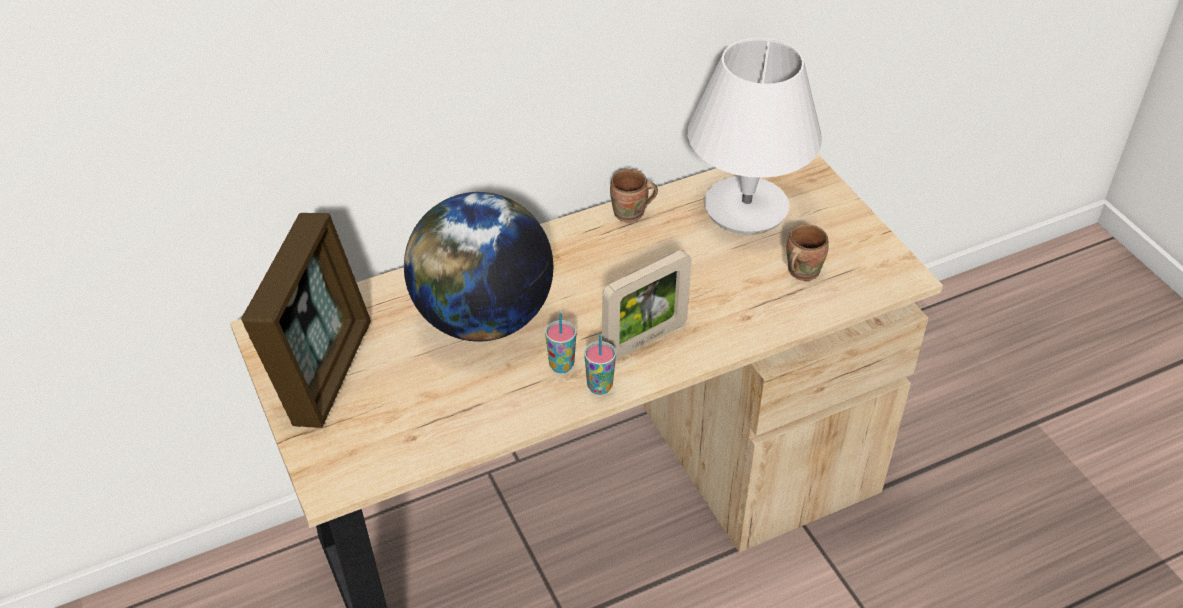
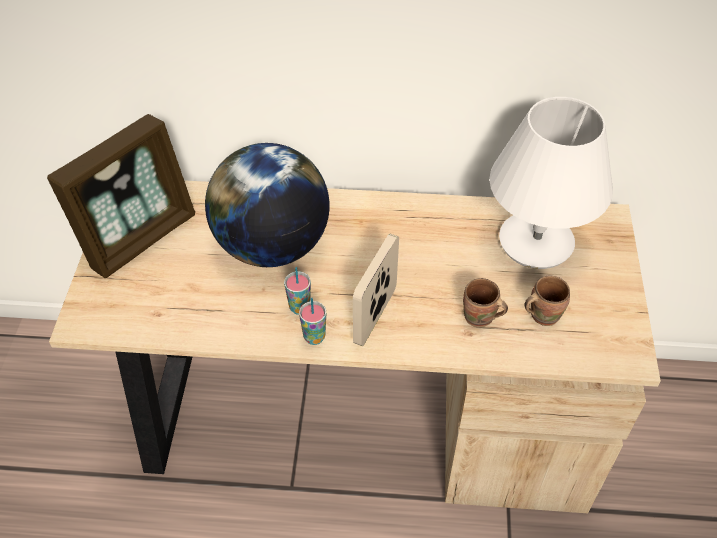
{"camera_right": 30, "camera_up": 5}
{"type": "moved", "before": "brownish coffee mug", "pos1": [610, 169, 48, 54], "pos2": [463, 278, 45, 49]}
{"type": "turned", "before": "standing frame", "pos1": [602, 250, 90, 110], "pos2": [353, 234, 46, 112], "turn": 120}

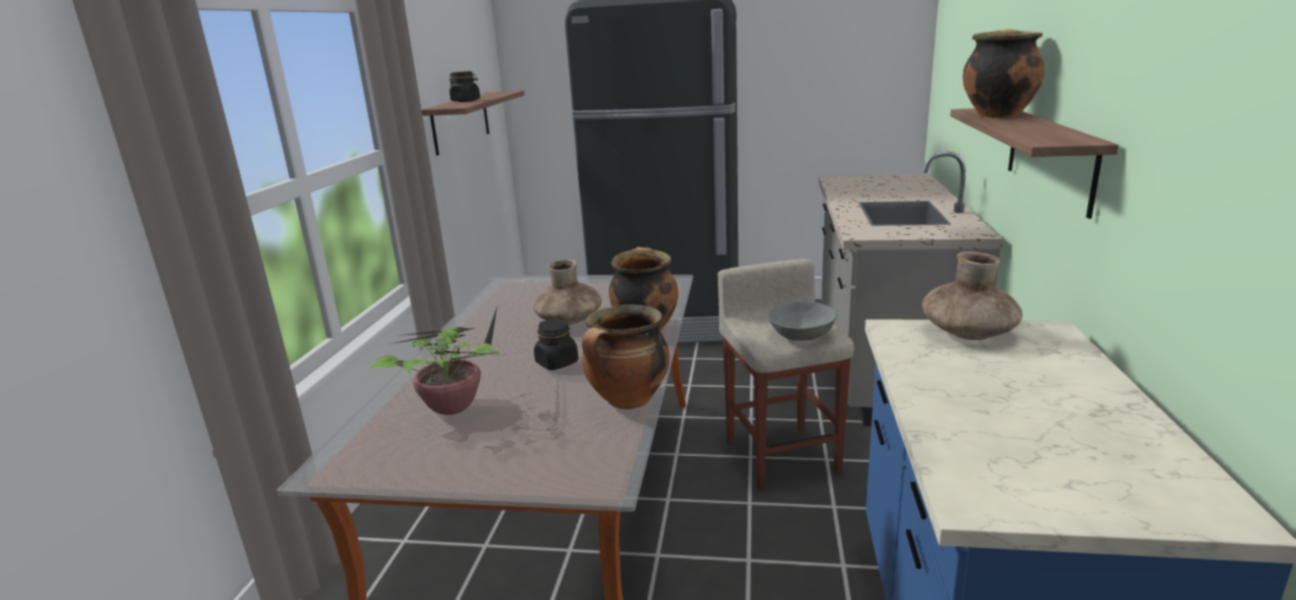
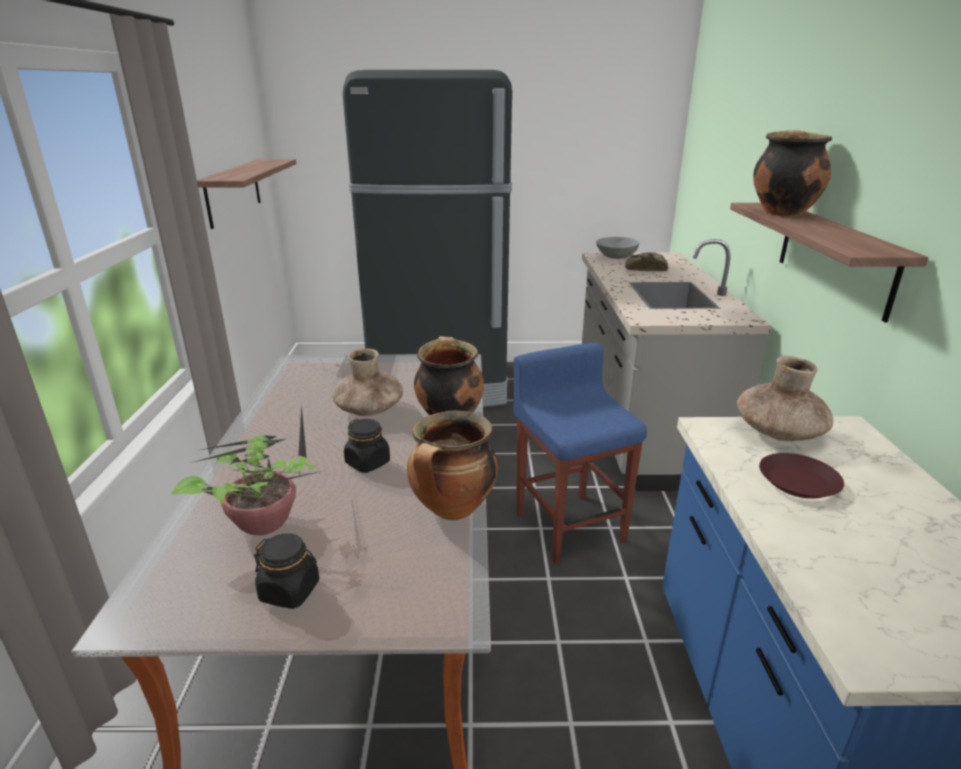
{"camera_right": -10, "camera_up": 5}
{"type": "moved", "before": "blackish preserve jar", "pos1": [449, 71, 31, 31], "pos2": [254, 533, 65, 76]}
{"type": "recoloured", "before": "sand-coloured sitting stool", "after": "blue sitting stool", "pos1": [718, 259, 136, 231], "pos2": [513, 343, 134, 221]}
{"type": "moved", "before": "gray serving bowl", "pos1": [768, 301, 68, 40], "pos2": [596, 237, 43, 22]}
{"type": "added", "after": "bread", "pos2": [625, 252, 43, 19]}
{"type": "added", "after": "brownish dinner plate", "pos2": [759, 453, 85, 46]}

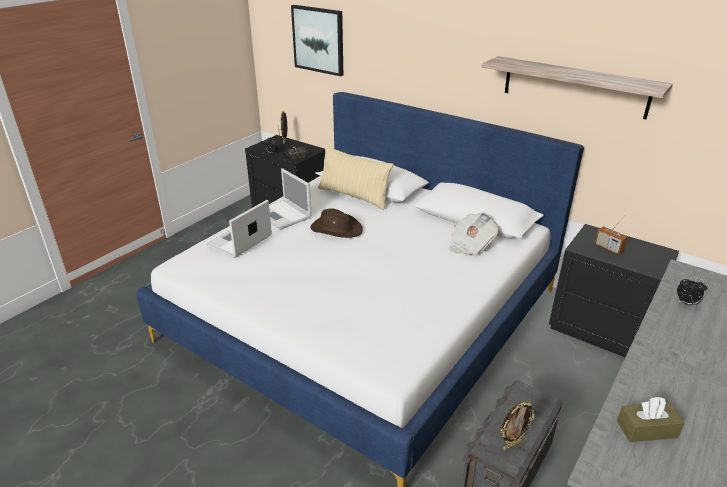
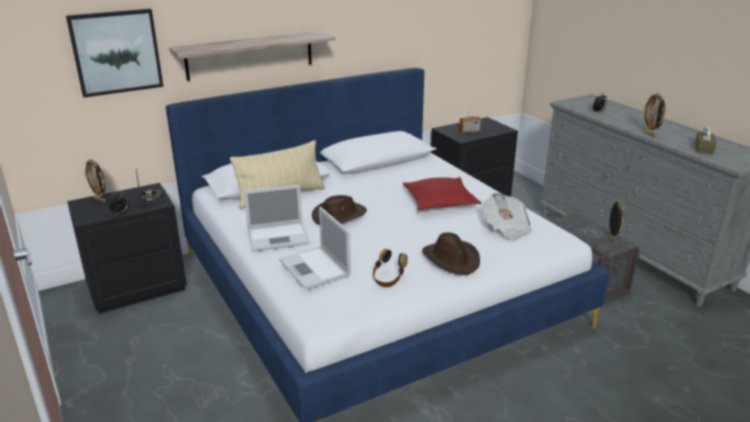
{"camera_right": -65, "camera_up": -5}
{"type": "moved", "before": "shelf", "pos1": [481, 56, 192, 63], "pos2": [169, 31, 167, 50]}
{"type": "moved", "before": "printed paper", "pos1": [449, 213, 49, 43], "pos2": [483, 192, 49, 50]}
{"type": "added", "after": "standing frame", "pos2": [643, 92, 22, 45]}
{"type": "added", "after": "reddish pillow", "pos2": [403, 177, 78, 33]}
{"type": "added", "after": "brownish hat", "pos2": [422, 232, 58, 43]}
{"type": "added", "after": "pair of headphones", "pos2": [373, 249, 35, 38]}

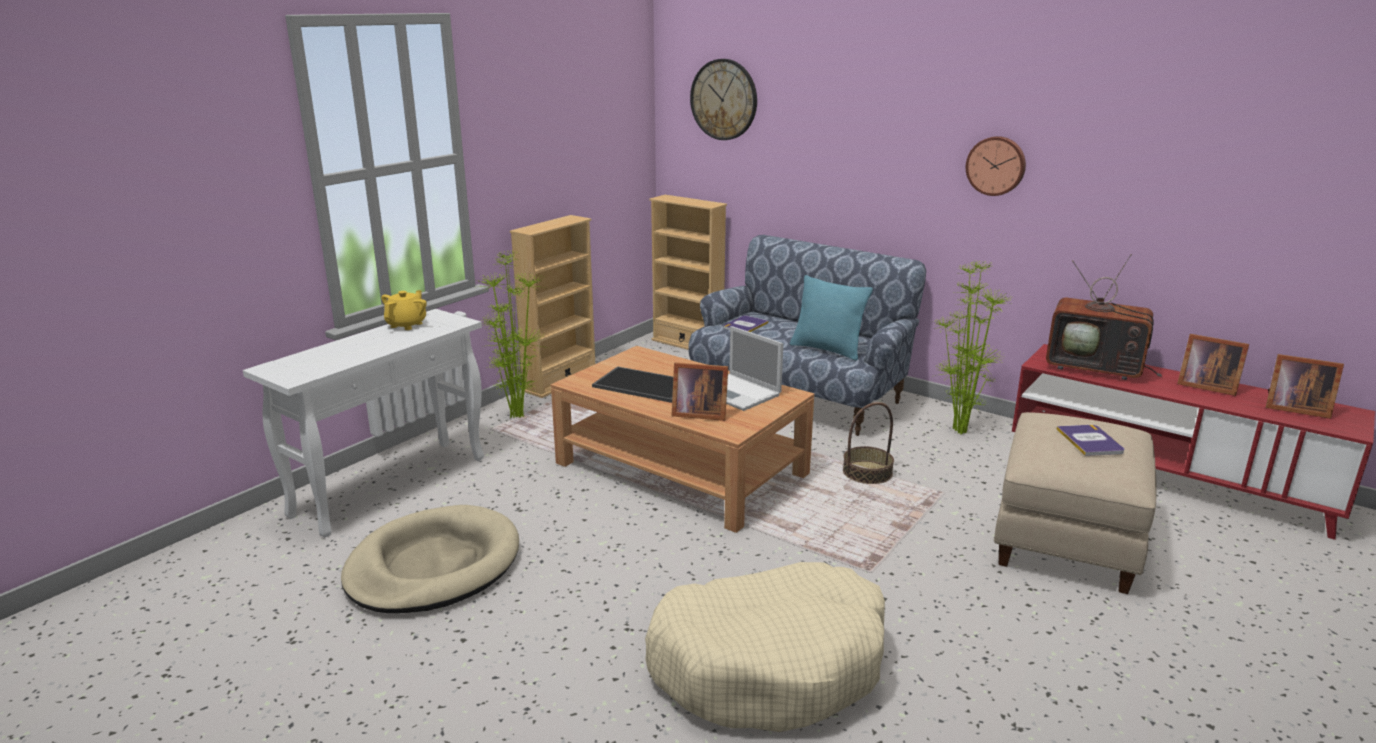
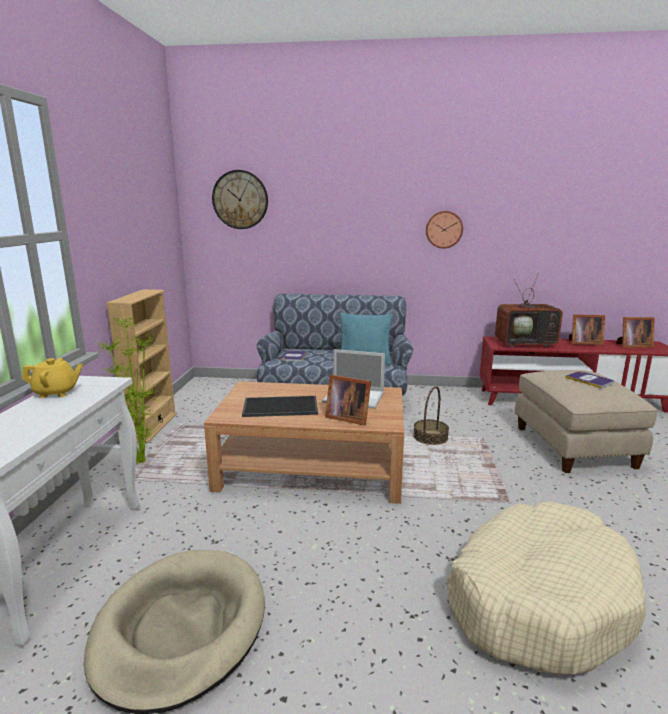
{"camera_right": -30, "camera_up": -5}
{"type": "removed", "before": "sand-coloured bookcase", "pos1": [649, 195, 78, 155]}
{"type": "removed", "before": "potted plant", "pos1": [934, 261, 78, 173]}
{"type": "turned", "before": "yellow teapot", "pos1": [381, 290, 46, 40], "pos2": [22, 358, 61, 40], "turn": 90}
{"type": "turned", "before": "standing frame", "pos1": [671, 362, 57, 59], "pos2": [325, 375, 46, 51], "turn": 45}

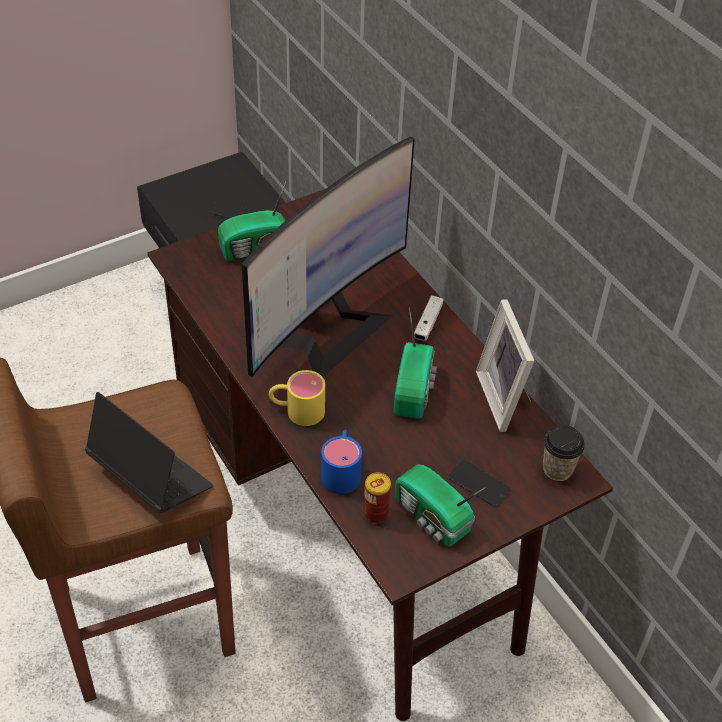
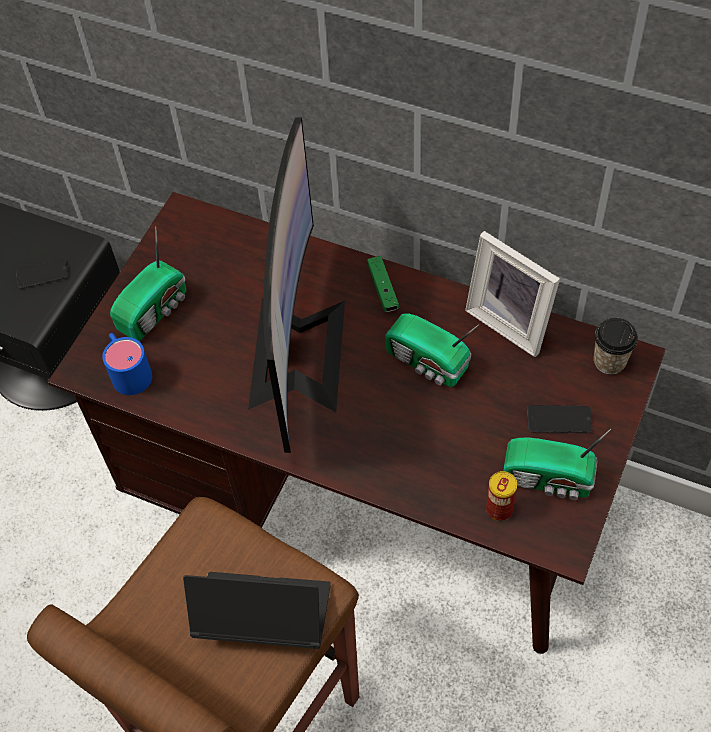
{"camera_right": -30, "camera_up": 10}
{"type": "recoloured", "before": "whitish joypad", "after": "greenish joypad", "pos1": [414, 295, 30, 46], "pos2": [367, 256, 32, 56]}
{"type": "turned", "before": "radio", "pos1": [394, 307, 43, 112], "pos2": [385, 313, 94, 74], "turn": 150}
{"type": "removed", "before": "yellow coffee mug", "pos1": [269, 370, 56, 56]}
{"type": "moved", "before": "blue coffee mug", "pos1": [321, 430, 41, 64], "pos2": [102, 333, 50, 62]}

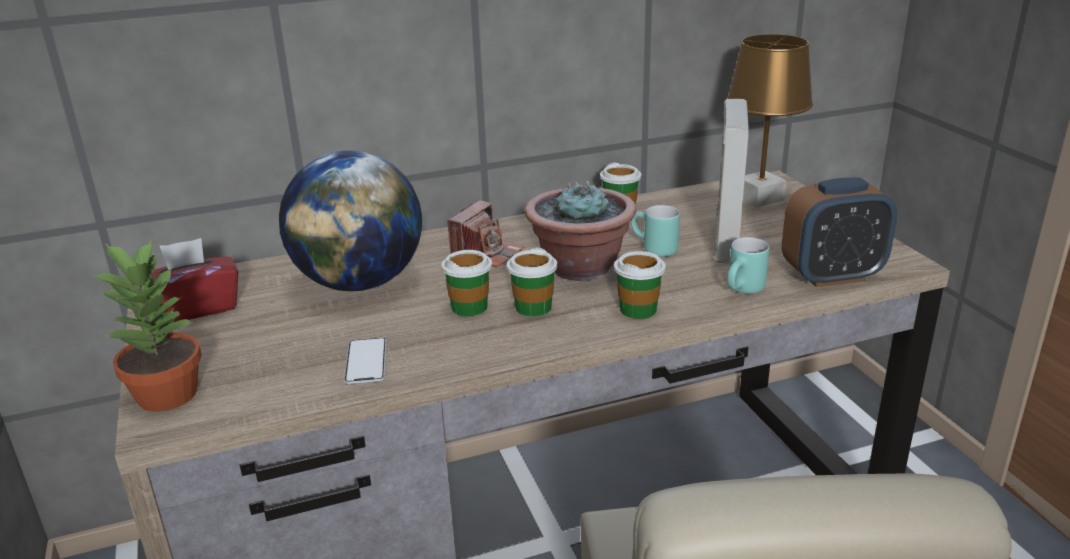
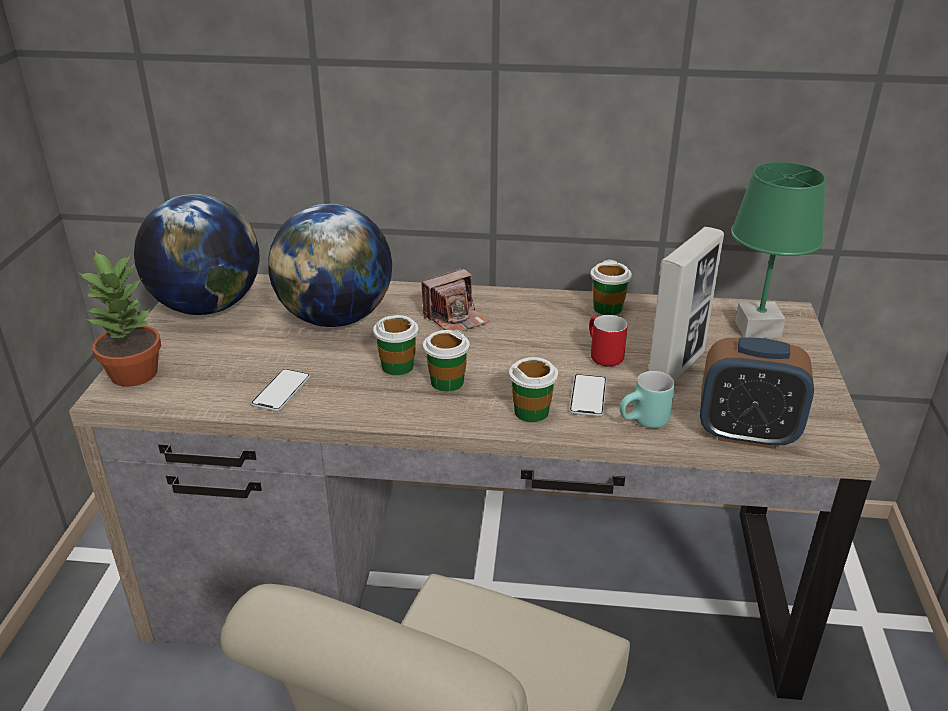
{"camera_right": 25, "camera_up": 5}
{"type": "recoloured", "before": "brownish lamp for a table", "after": "greenish lamp for a table", "pos1": [727, 34, 86, 174], "pos2": [731, 162, 95, 176]}
{"type": "removed", "before": "potted plant", "pos1": [525, 181, 111, 100]}
{"type": "recoloured", "before": "turquoise-coloured coffee mug", "after": "reddish coffee mug", "pos1": [631, 205, 49, 52], "pos2": [589, 315, 39, 52]}
{"type": "replaced", "before": "reddish box of tissues", "after": "globe", "pos1": [151, 238, 87, 84], "pos2": [134, 194, 126, 121]}
{"type": "added", "after": "phone", "pos2": [569, 374, 38, 43]}

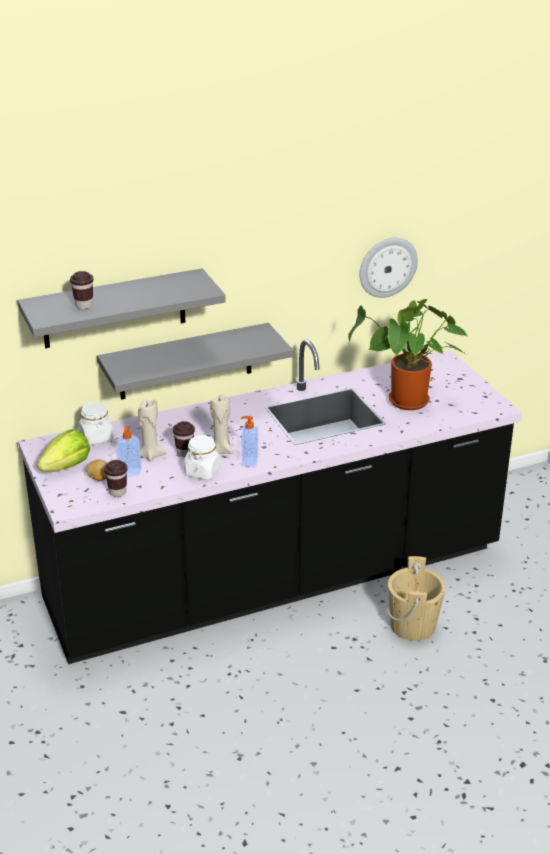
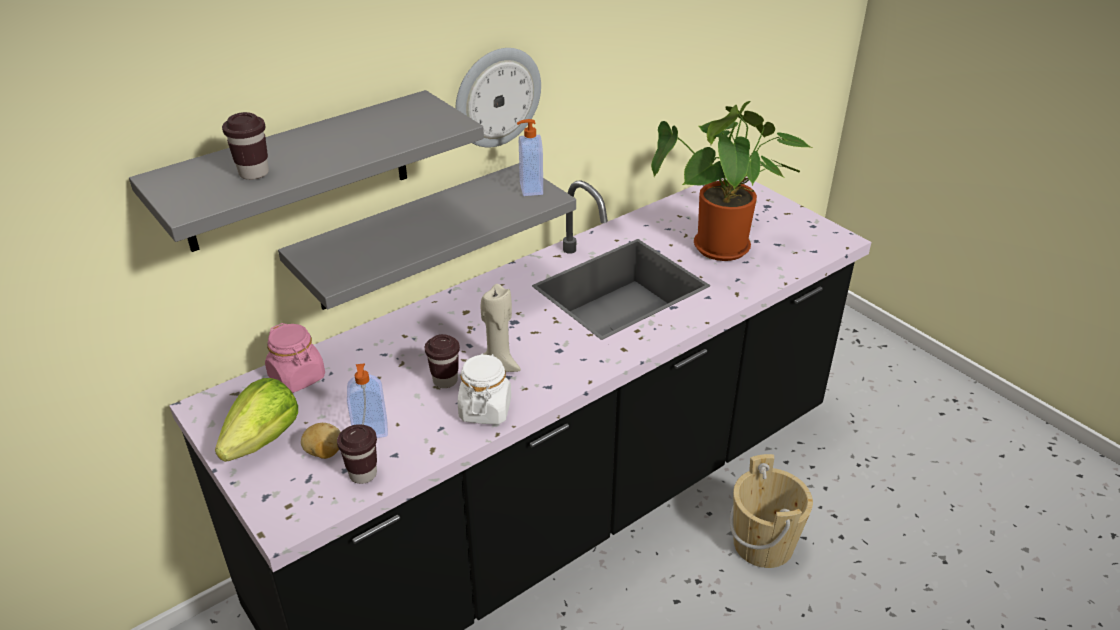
{"camera_right": -15, "camera_up": 5}
{"type": "moved", "before": "wall clock", "pos1": [360, 238, 58, 60], "pos2": [455, 48, 86, 100]}
{"type": "removed", "before": "sand-coloured candle", "pos1": [138, 399, 28, 62]}
{"type": "recoloured", "before": "whitish preserve jar", "after": "pink-coloured preserve jar", "pos1": [78, 401, 35, 44], "pos2": [265, 323, 60, 70]}
{"type": "moved", "before": "soap bottle", "pos1": [241, 416, 17, 51], "pos2": [517, 119, 26, 77]}

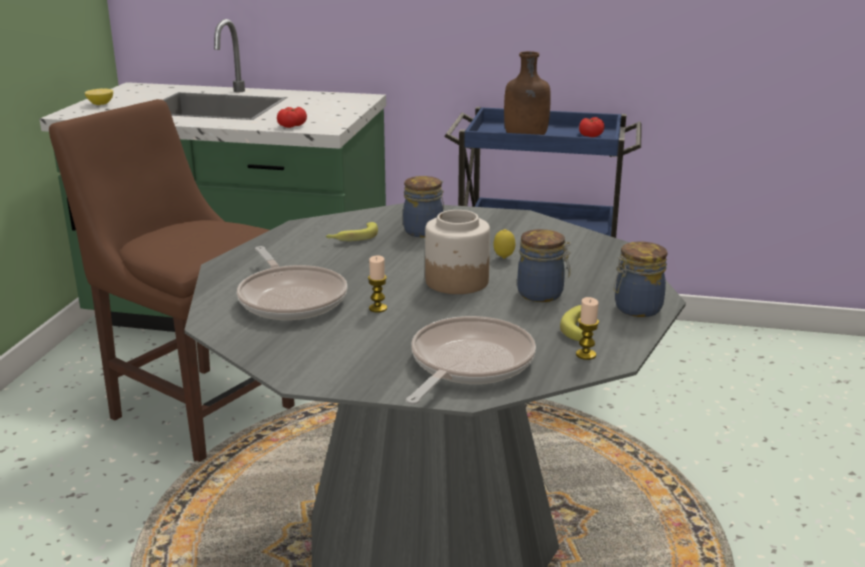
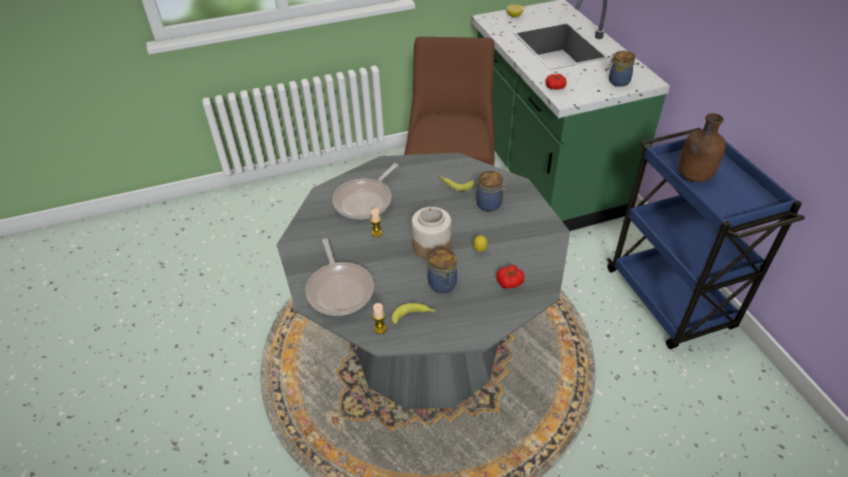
{"camera_right": 60, "camera_up": 20}
{"type": "moved", "before": "tomato", "pos1": [579, 117, 25, 20], "pos2": [497, 265, 27, 24]}
{"type": "moved", "before": "preserve jar", "pos1": [613, 241, 54, 76], "pos2": [608, 51, 27, 36]}
{"type": "turned", "before": "skillet", "pos1": [406, 316, 130, 89], "pos2": [305, 239, 69, 77], "turn": 75}

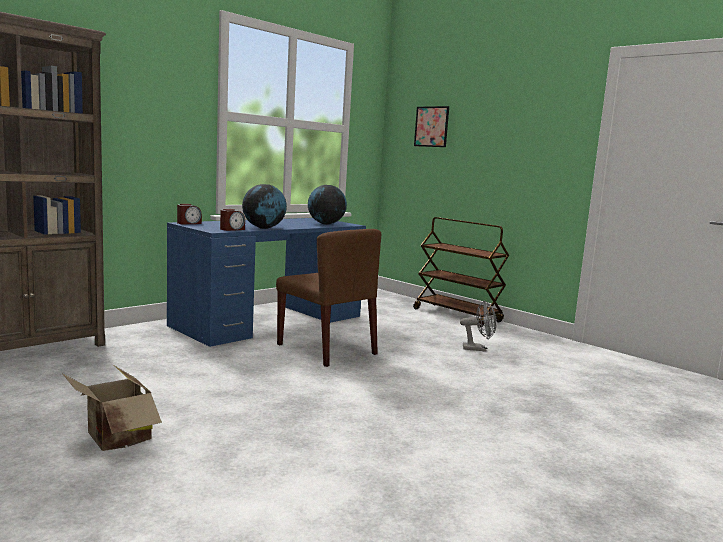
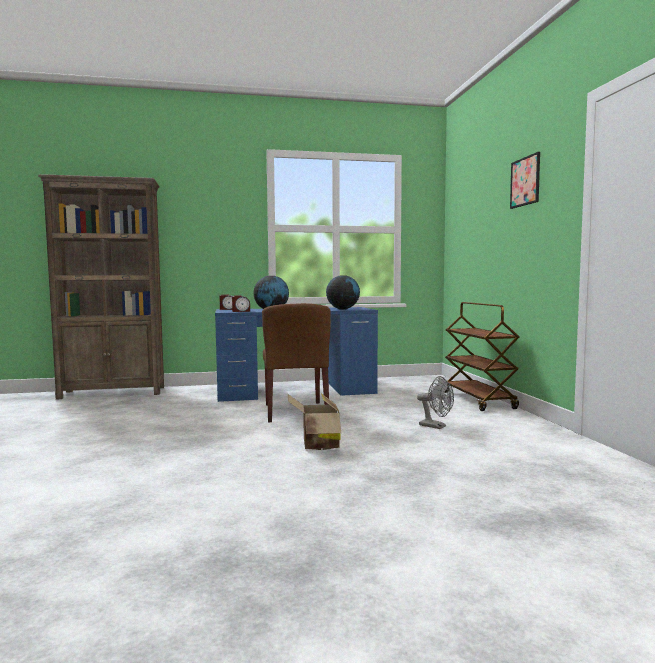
{"camera_right": 35, "camera_up": -5}
{"type": "moved", "before": "picture", "pos1": [414, 106, 35, 41], "pos2": [510, 152, 30, 57]}
{"type": "moved", "before": "carton", "pos1": [63, 366, 99, 85], "pos2": [288, 393, 53, 57]}

